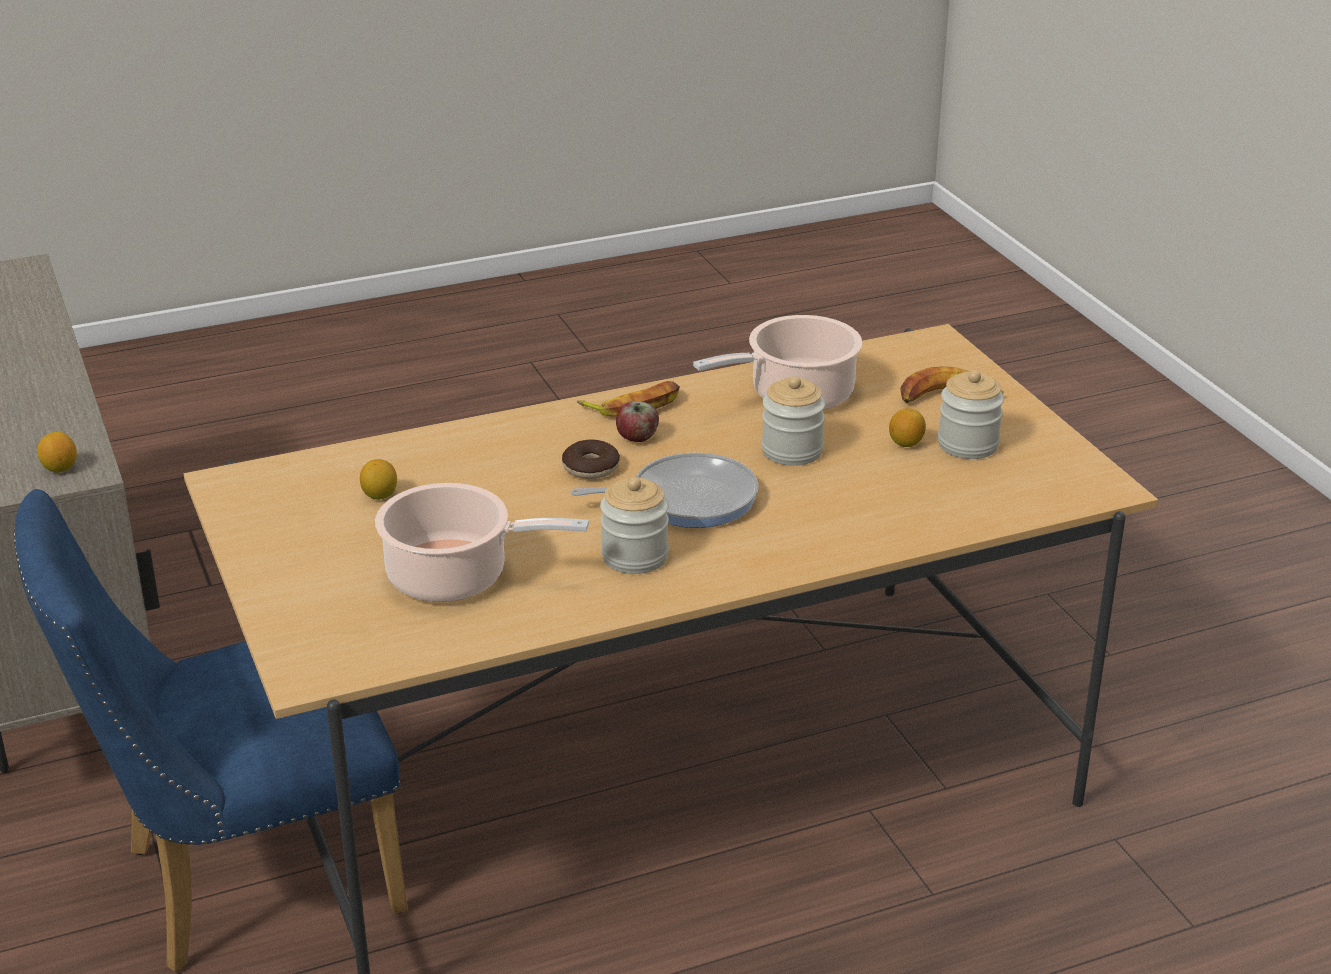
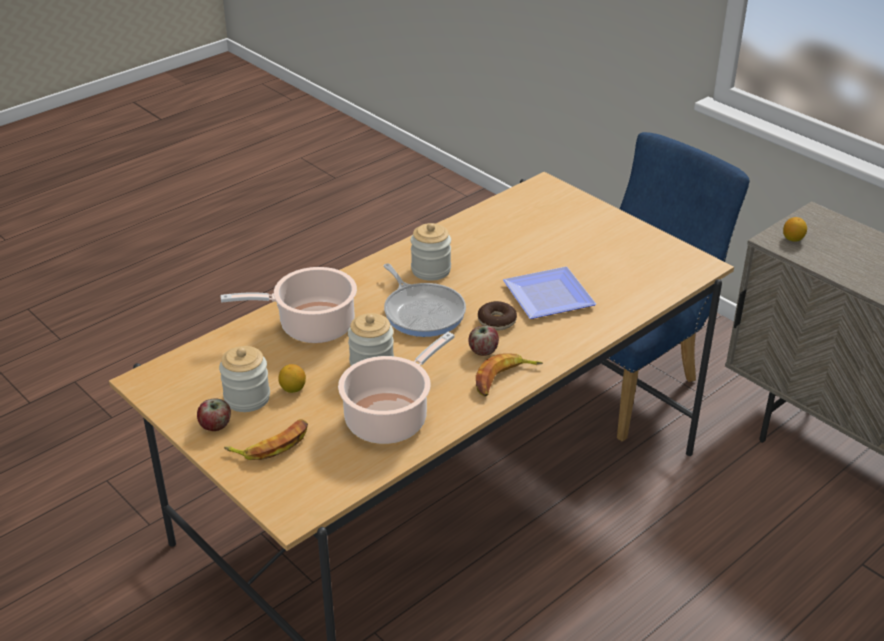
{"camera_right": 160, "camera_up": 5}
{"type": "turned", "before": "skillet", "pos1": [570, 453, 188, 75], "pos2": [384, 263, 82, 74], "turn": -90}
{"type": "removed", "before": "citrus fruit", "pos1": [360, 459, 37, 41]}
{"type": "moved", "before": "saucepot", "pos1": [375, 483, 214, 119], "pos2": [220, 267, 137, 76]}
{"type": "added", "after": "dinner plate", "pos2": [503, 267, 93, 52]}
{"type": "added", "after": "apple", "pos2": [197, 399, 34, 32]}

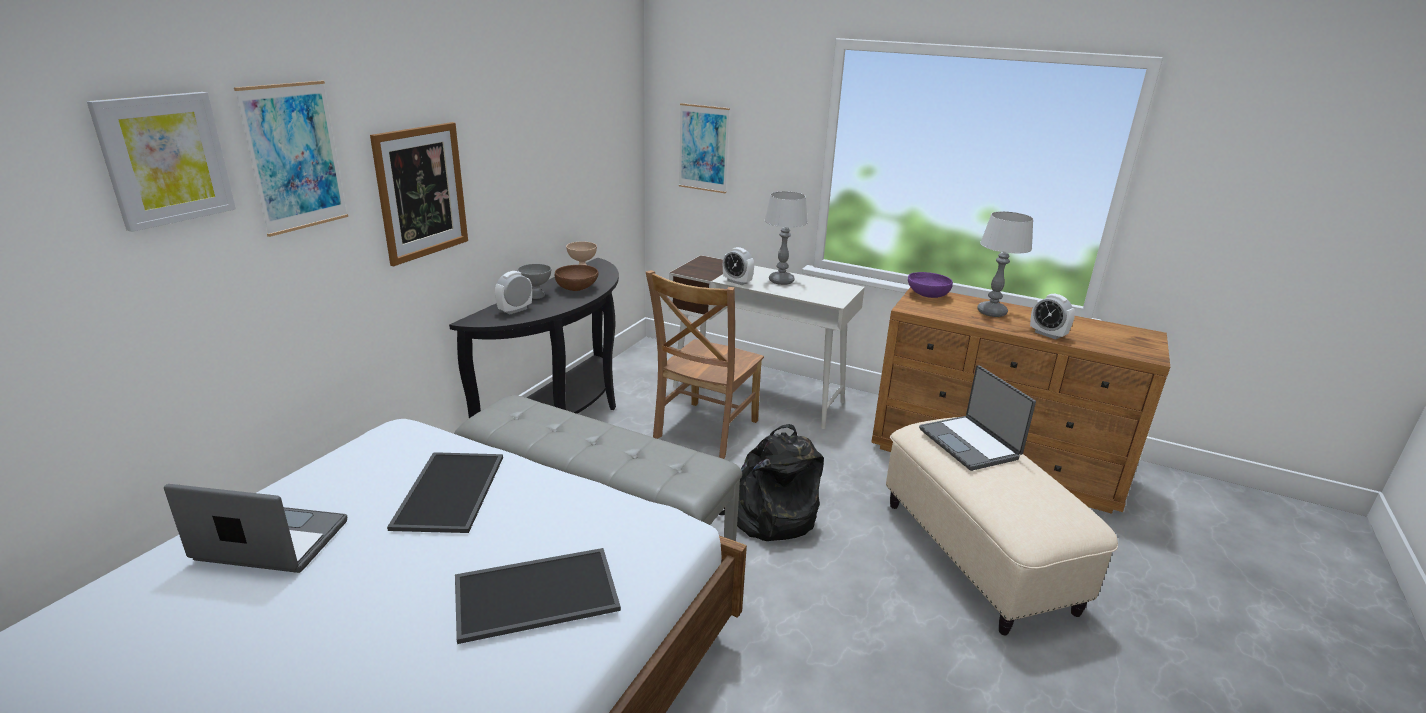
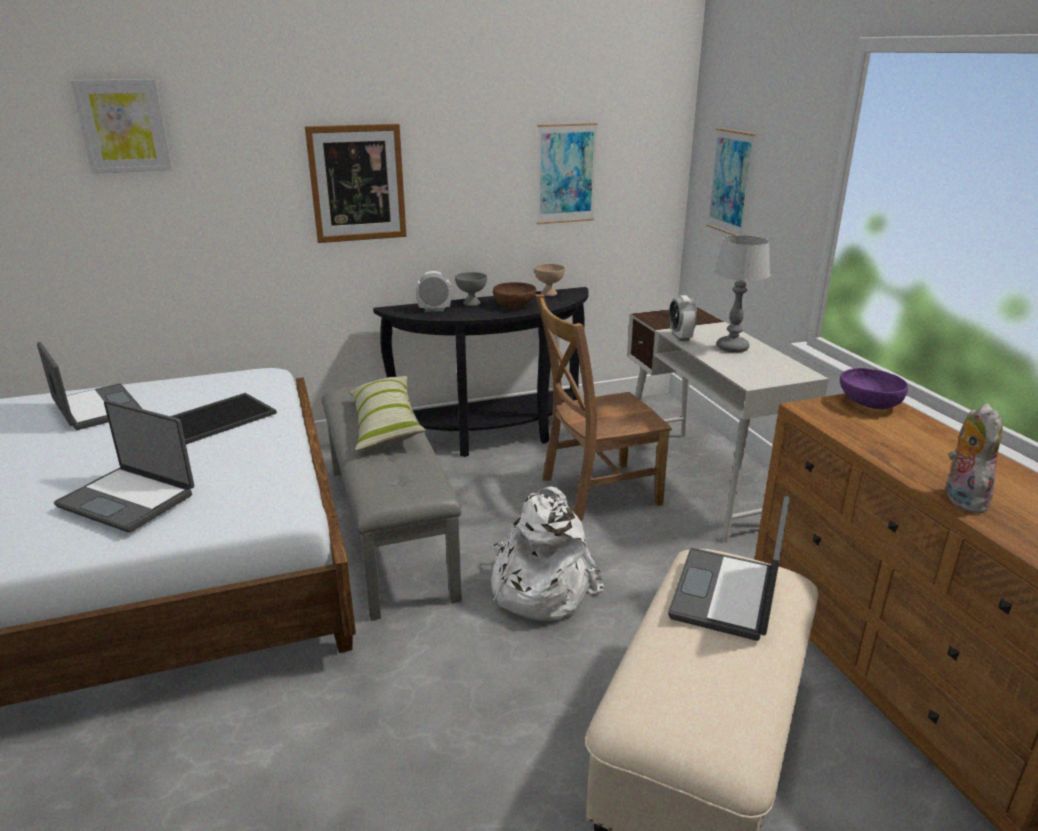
{"camera_right": 45, "camera_up": 0}
{"type": "moved", "before": "picture", "pos1": [234, 81, 114, 156], "pos2": [537, 123, 61, 101]}
{"type": "removed", "before": "lamp for a table", "pos1": [977, 211, 57, 106]}
{"type": "replaced", "before": "bedside clock", "after": "cuddly toy", "pos1": [1030, 294, 45, 46], "pos2": [945, 403, 58, 110]}
{"type": "recoloured", "before": "blackish knapsack", "after": "whitish knapsack", "pos1": [719, 424, 105, 117], "pos2": [491, 486, 113, 135]}
{"type": "replaced", "before": "carrying tray", "after": "portable computer", "pos1": [455, 548, 166, 96], "pos2": [54, 400, 140, 133]}
{"type": "added", "after": "pillow", "pos2": [349, 376, 77, 75]}

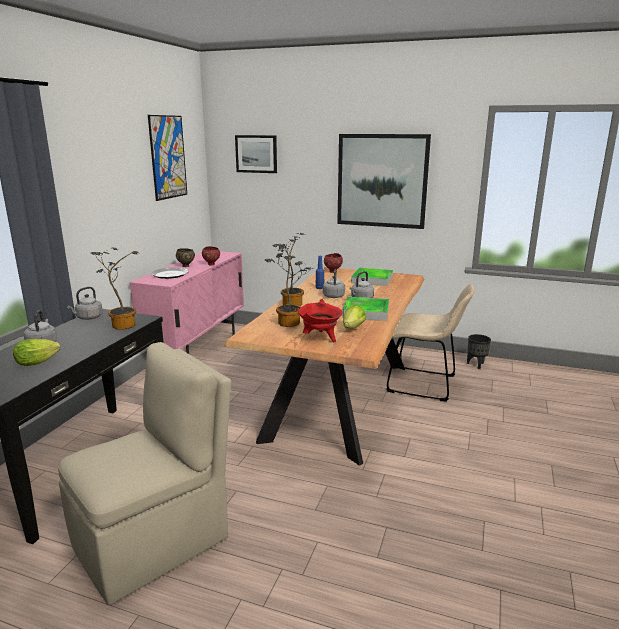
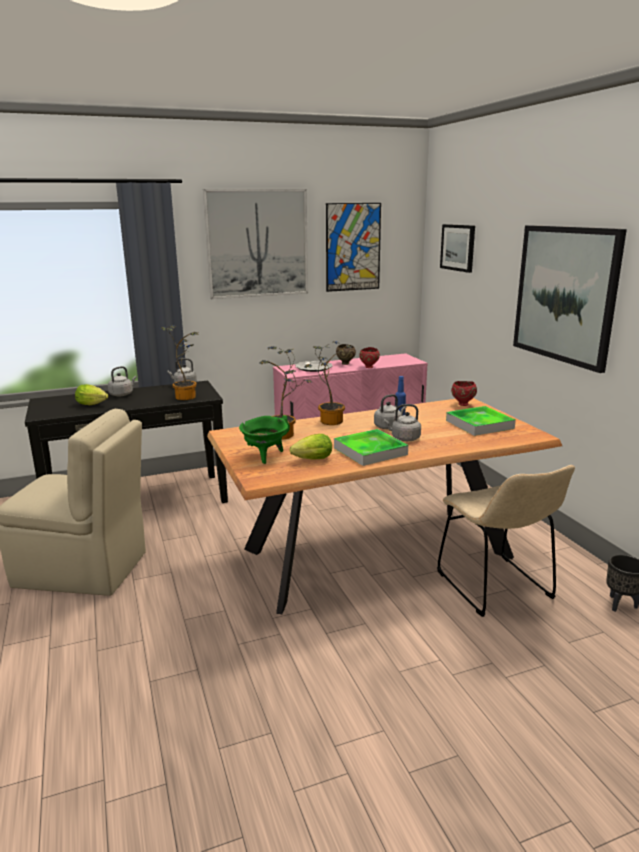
{"camera_right": 50, "camera_up": 0}
{"type": "recoloured", "before": "reddish saucepot", "after": "greenish saucepot", "pos1": [298, 299, 44, 43], "pos2": [239, 415, 51, 49]}
{"type": "added", "after": "picture", "pos2": [203, 189, 105, 110]}

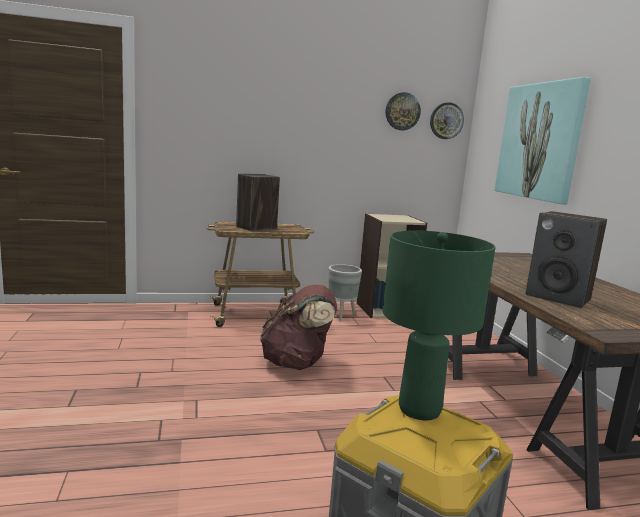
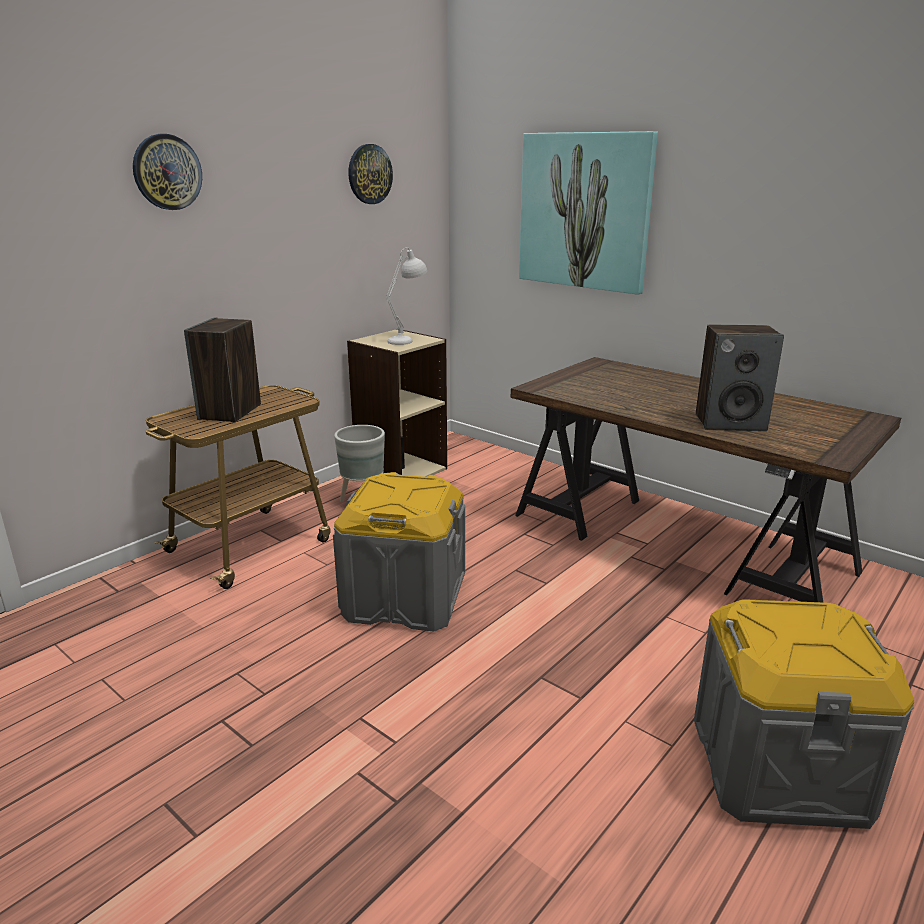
{"camera_right": -35, "camera_up": 10}
{"type": "moved", "before": "wall clock", "pos1": [430, 102, 34, 37], "pos2": [133, 134, 69, 76]}
{"type": "removed", "before": "greenish lamp for a table", "pos1": [383, 230, 112, 190]}
{"type": "replaced", "before": "brownish knapsack", "after": "gray storage container", "pos1": [260, 284, 77, 86], "pos2": [333, 472, 132, 160]}
{"type": "added", "after": "whitish lamp for a table", "pos2": [386, 247, 41, 98]}

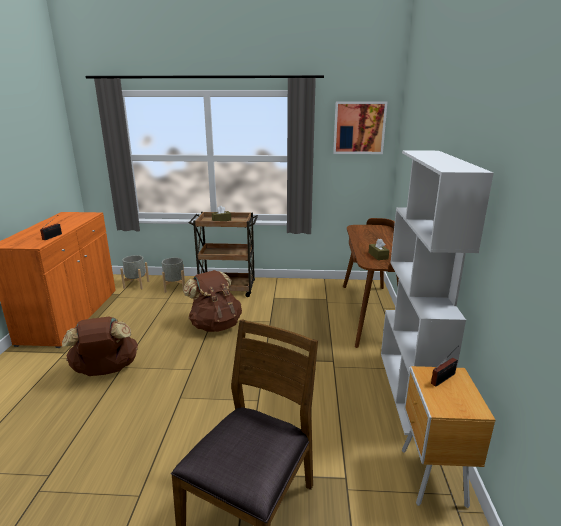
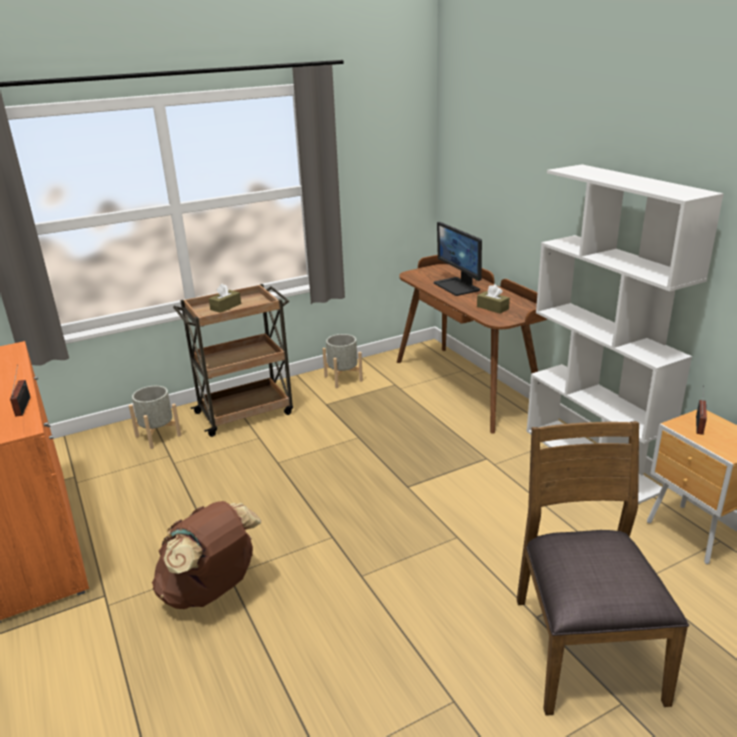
{"camera_right": -30, "camera_up": 5}
{"type": "removed", "before": "picture", "pos1": [333, 101, 54, 53]}
{"type": "moved", "before": "gray planter", "pos1": [120, 255, 29, 34], "pos2": [322, 334, 41, 54]}
{"type": "removed", "before": "brownish knapsack", "pos1": [183, 270, 59, 62]}
{"type": "added", "after": "computer screen", "pos2": [434, 222, 48, 74]}

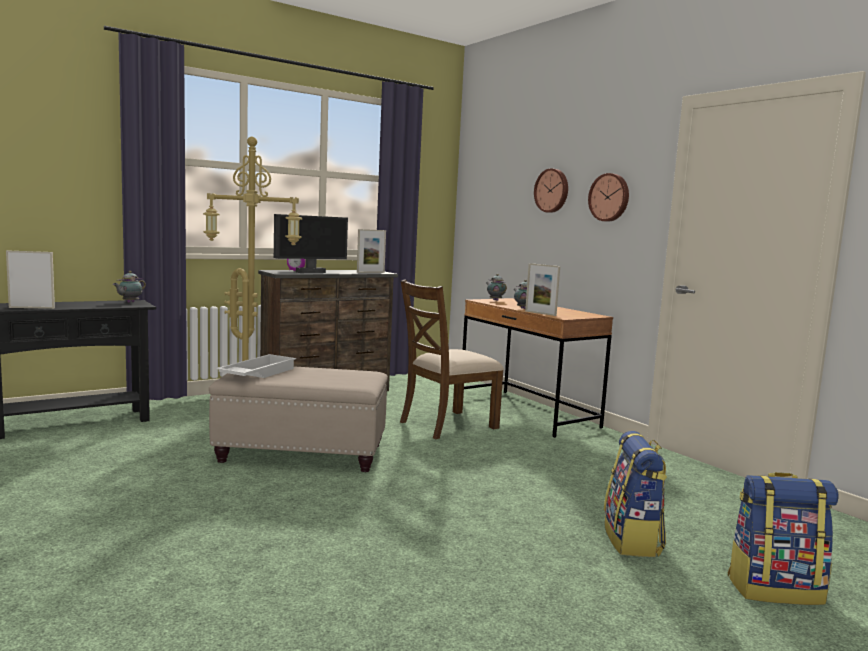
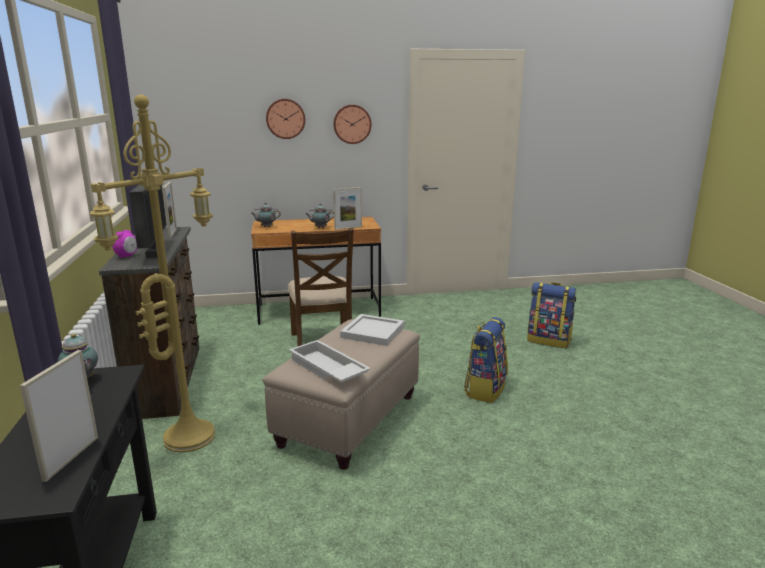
{"camera_right": -65, "camera_up": 10}
{"type": "moved", "before": "knapsack", "pos1": [728, 472, 110, 133], "pos2": [464, 317, 44, 86]}
{"type": "added", "after": "whitish carrying tray", "pos2": [340, 314, 65, 32]}

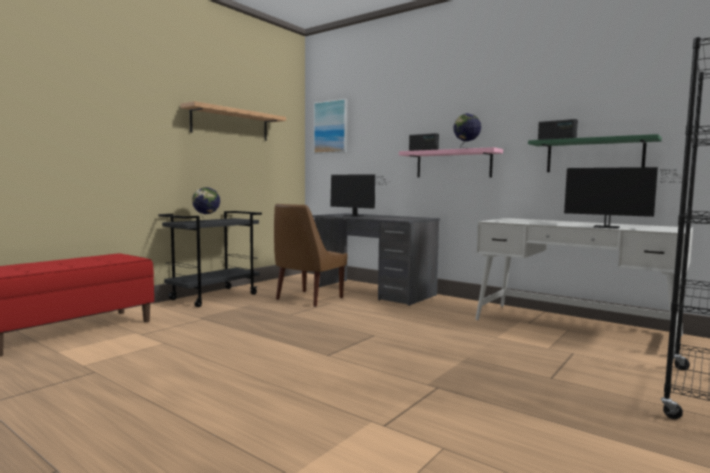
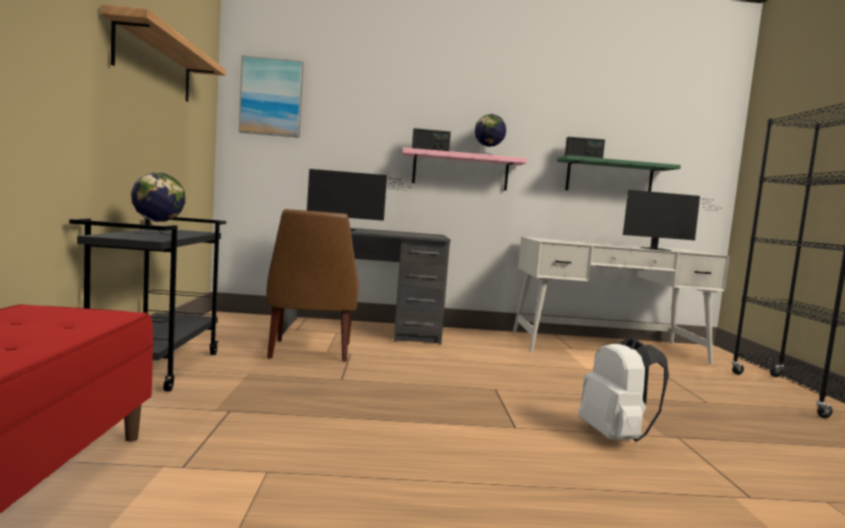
{"camera_right": -40, "camera_up": 0}
{"type": "added", "after": "whitish knapsack", "pos2": [578, 337, 91, 105]}

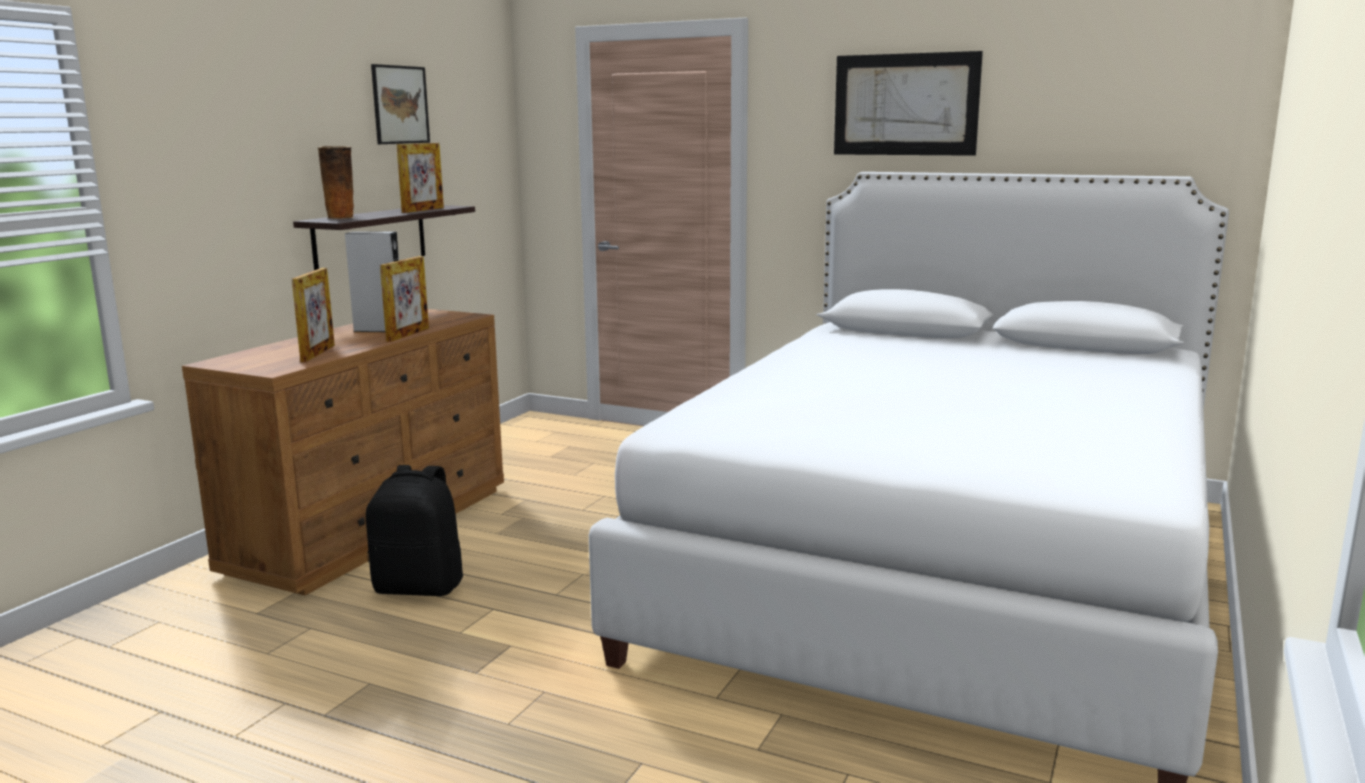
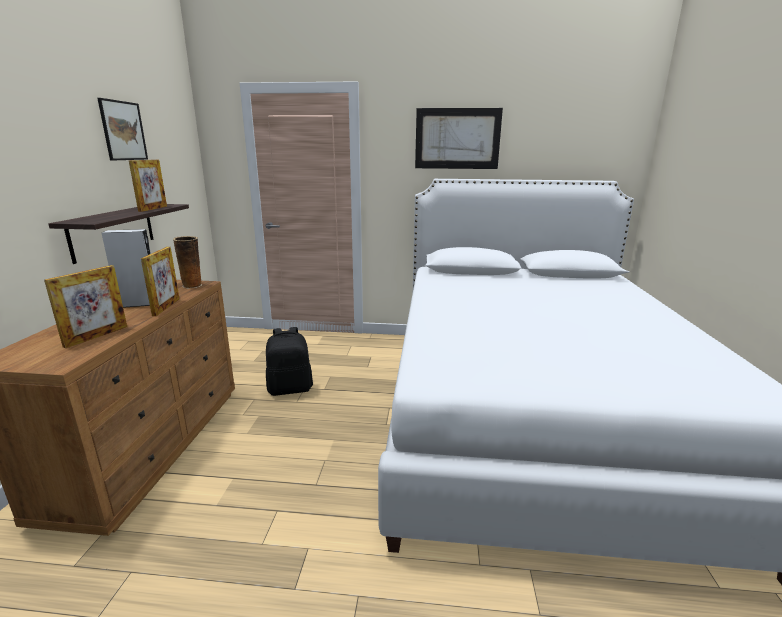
{"camera_right": -20, "camera_up": 5}
{"type": "moved", "before": "flower vase", "pos1": [318, 146, 36, 73], "pos2": [173, 236, 29, 52]}
{"type": "turned", "before": "standing frame", "pos1": [292, 268, 43, 94], "pos2": [44, 265, 83, 83], "turn": 45}
{"type": "moved", "before": "blackish knapsack", "pos1": [366, 465, 97, 131], "pos2": [266, 327, 47, 69]}

